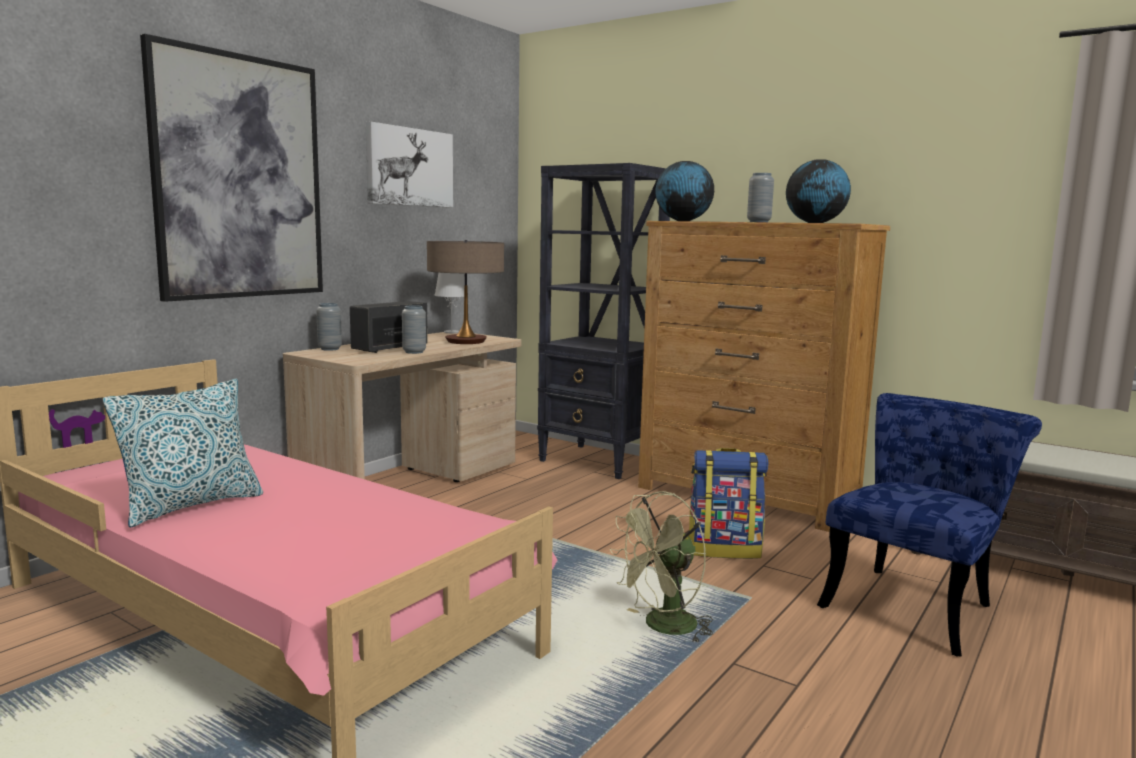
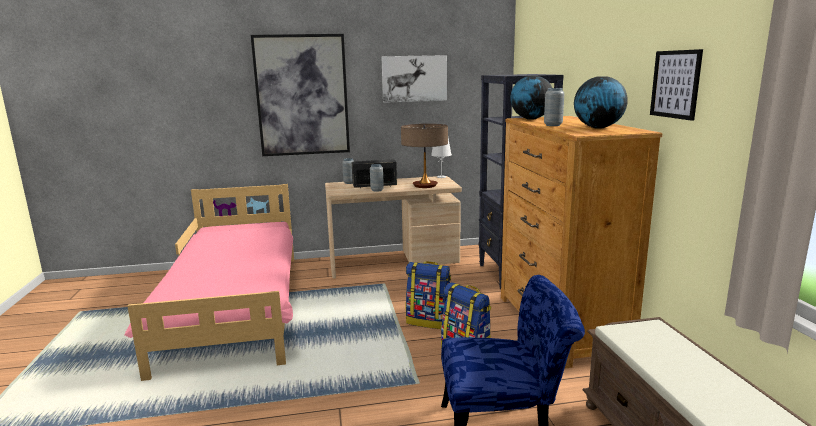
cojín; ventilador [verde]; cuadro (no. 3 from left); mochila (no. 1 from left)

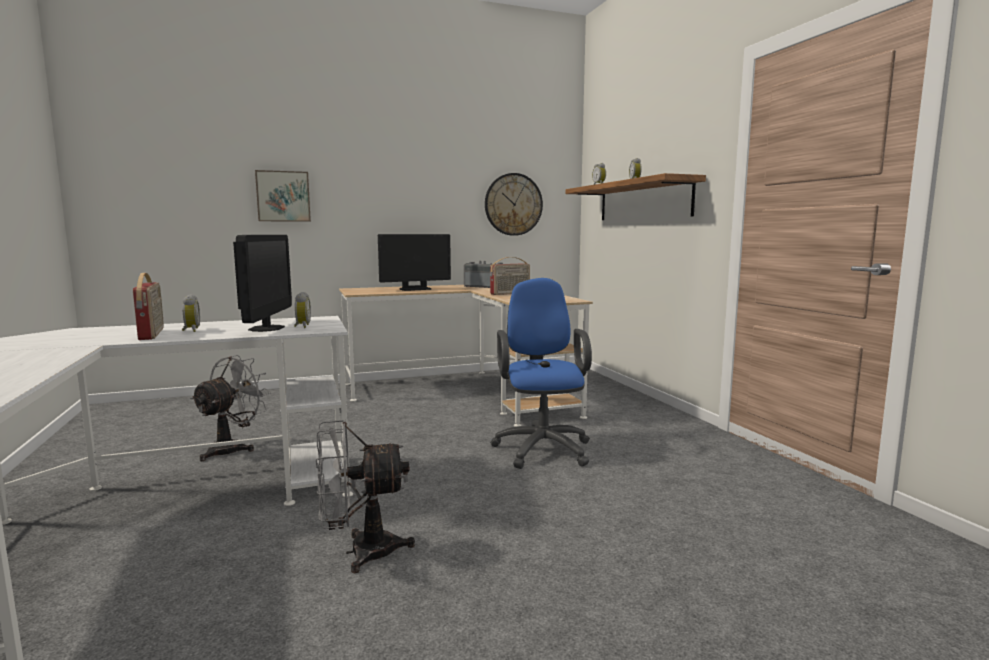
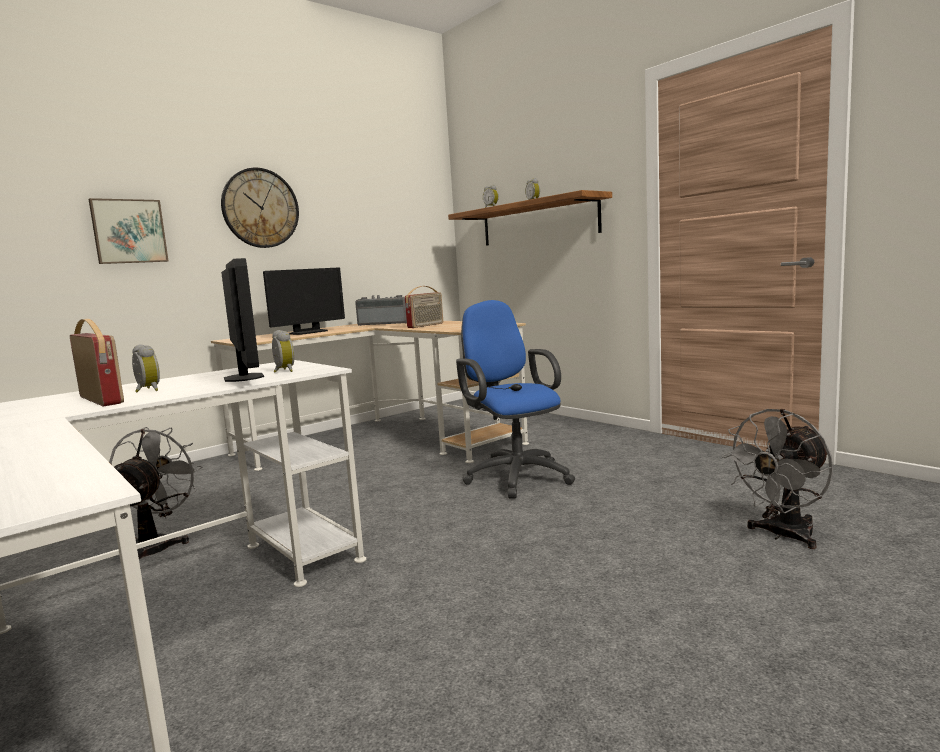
reloj de pared; ventilador [gris] (no. 2 from left)

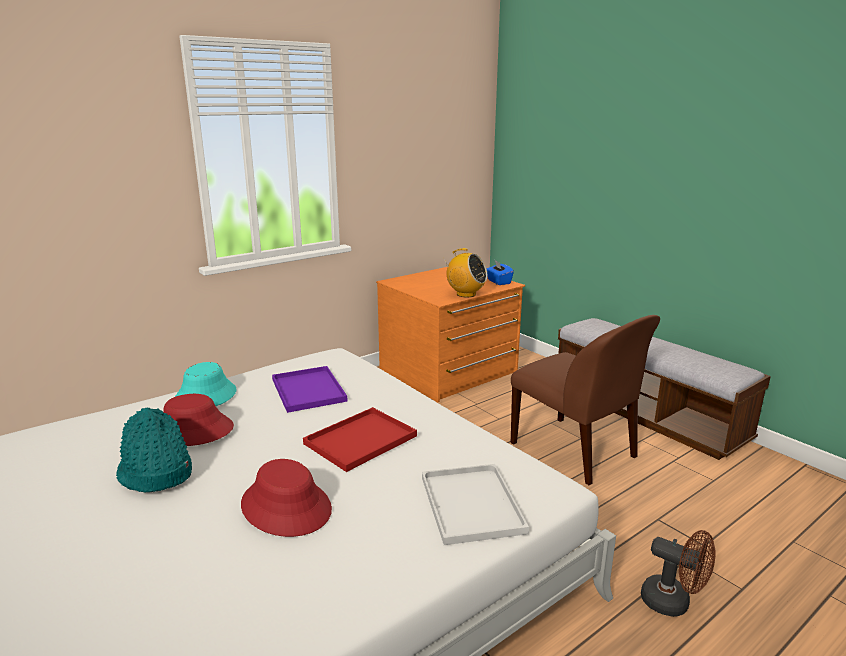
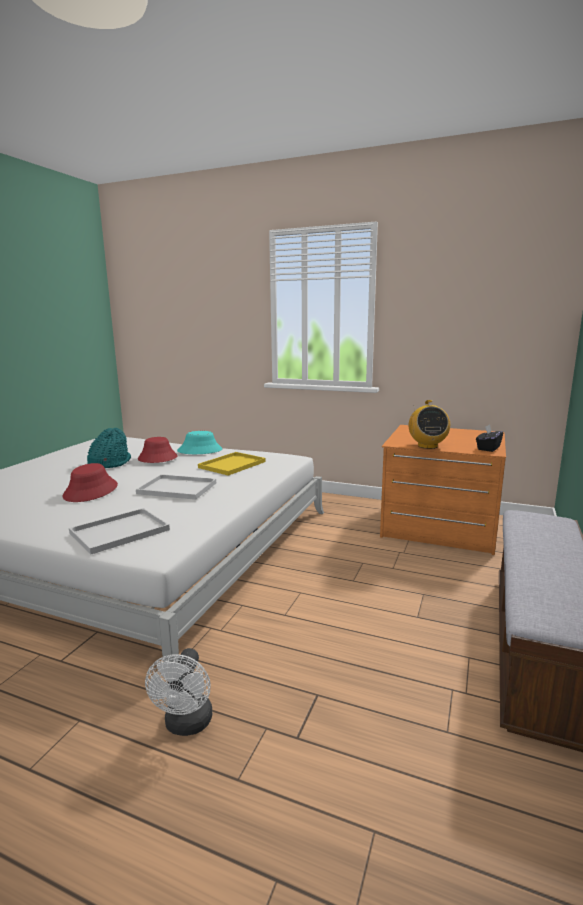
caja de pañuelos [negro]; silla [marrón]; bandeja [amarillo]; bandeja [blanco] (no. 2 from left); ventilador [blanco]

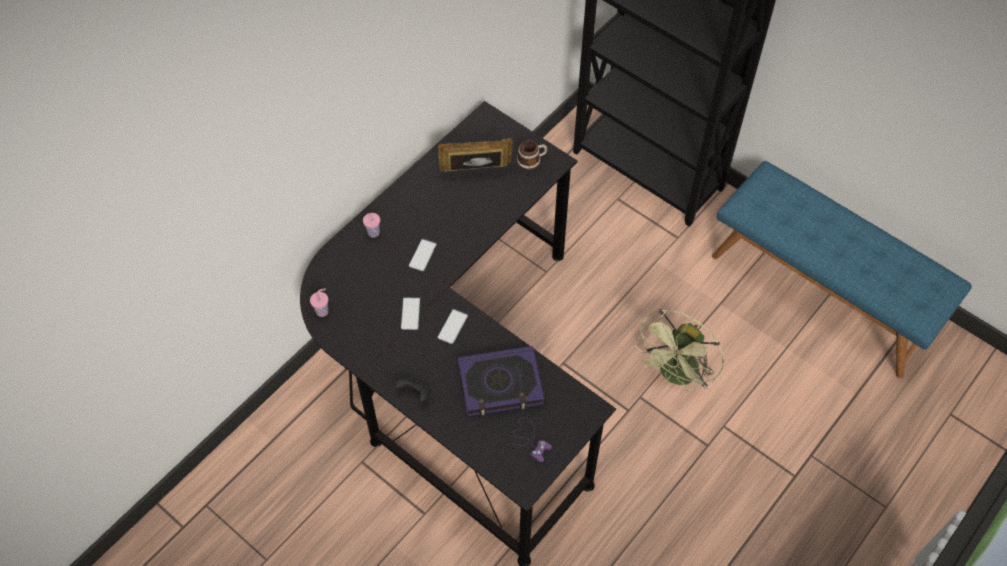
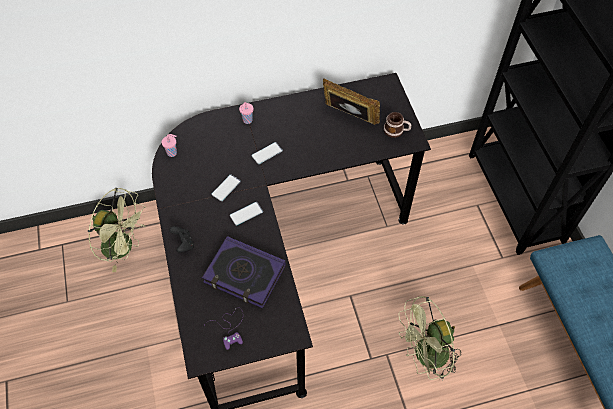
ventilador [verde] (no. 1 from left)

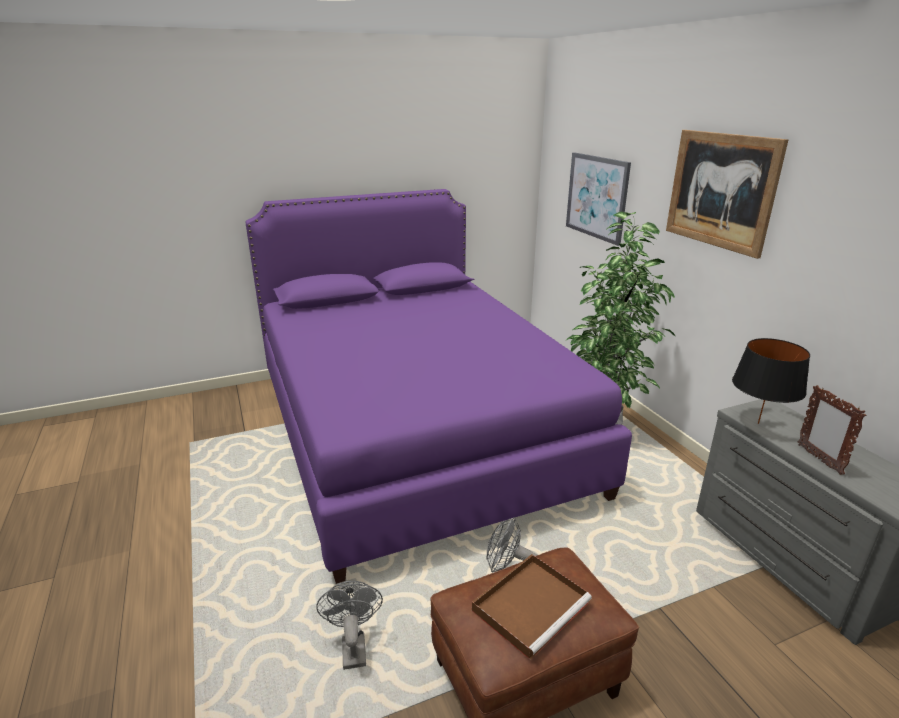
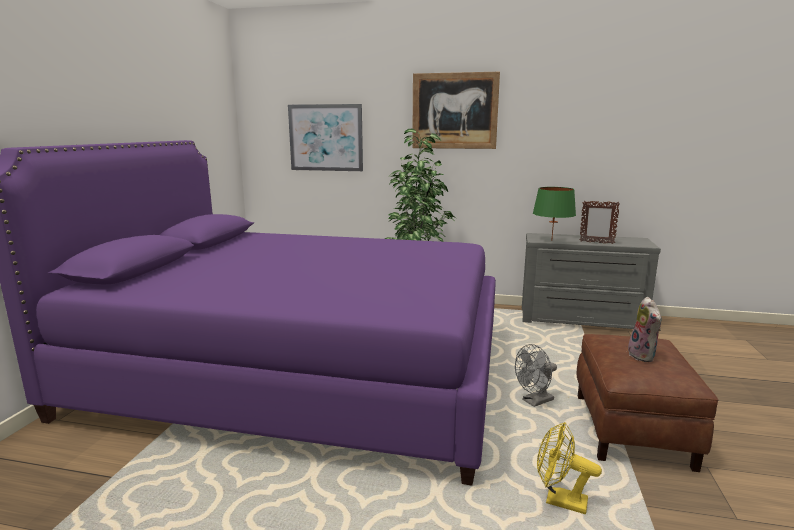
lámpara de mesa [verde]; peluche; ventilador [amarillo]

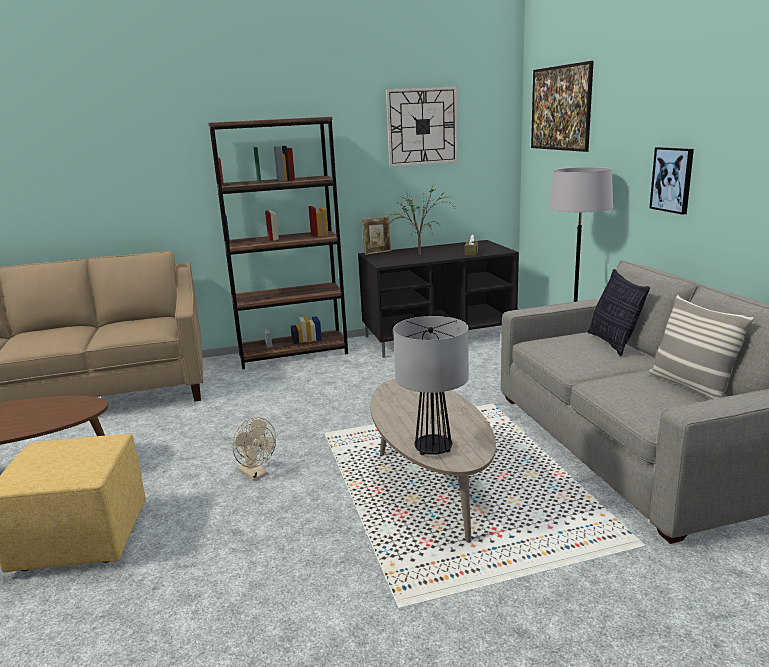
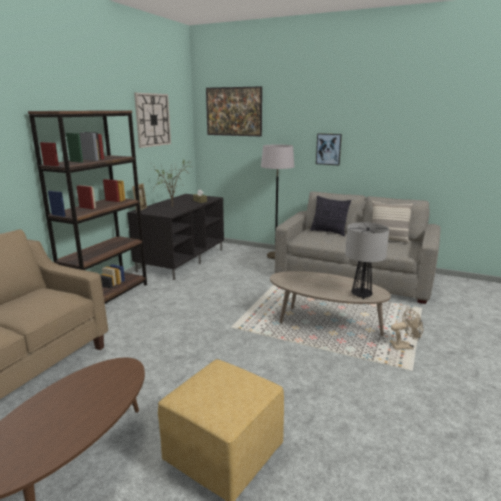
ventilador [beis]

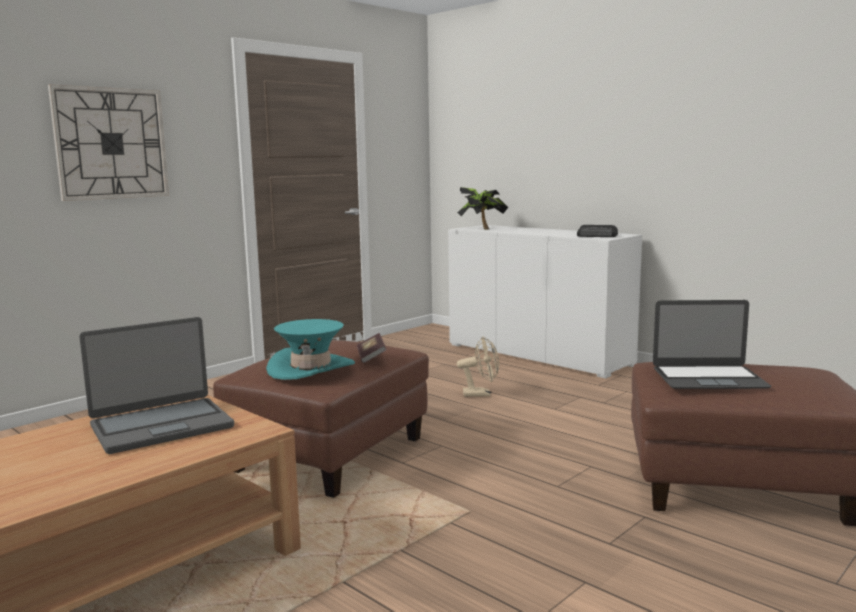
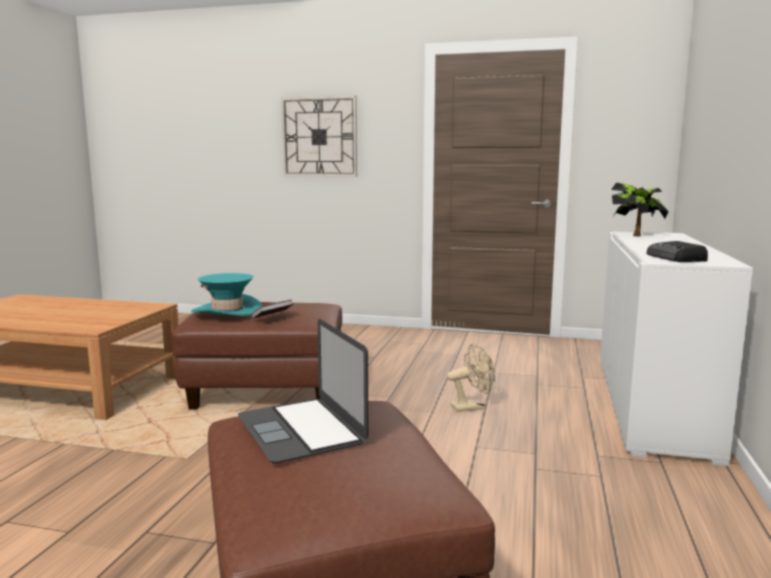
portátil (no. 1 from left in the first image); ventilador [beis]

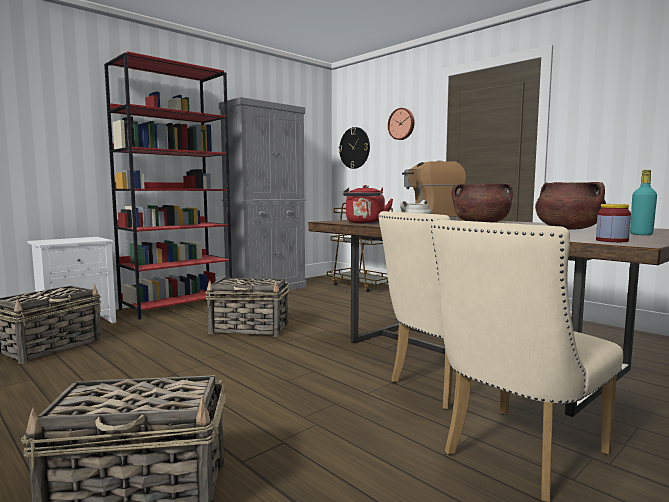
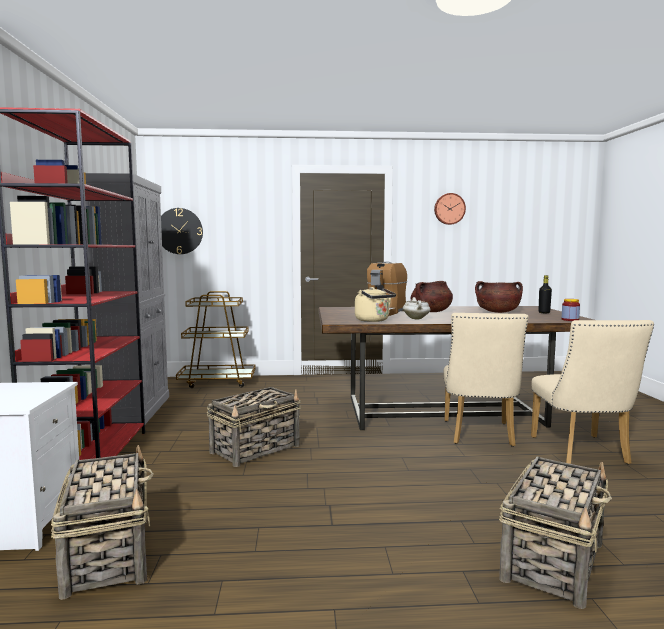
reloj de pared (no. 2 from left); botella [negro]; hervidor [beis]

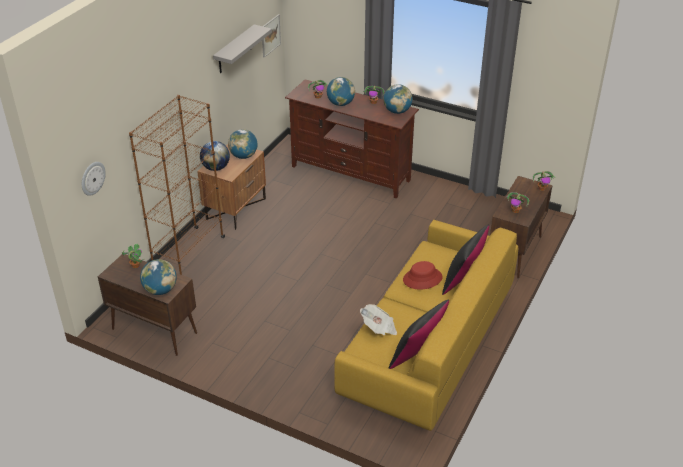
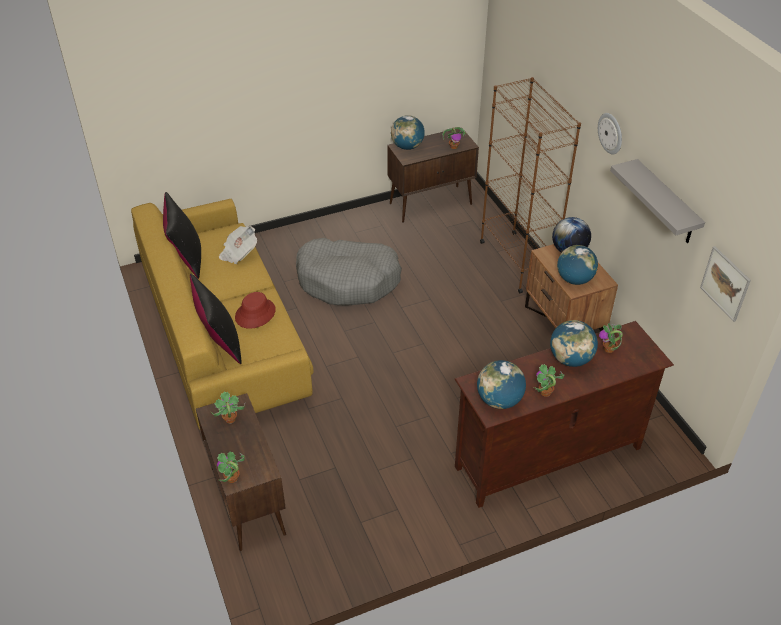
reloj de pared; cama para perro [gris]

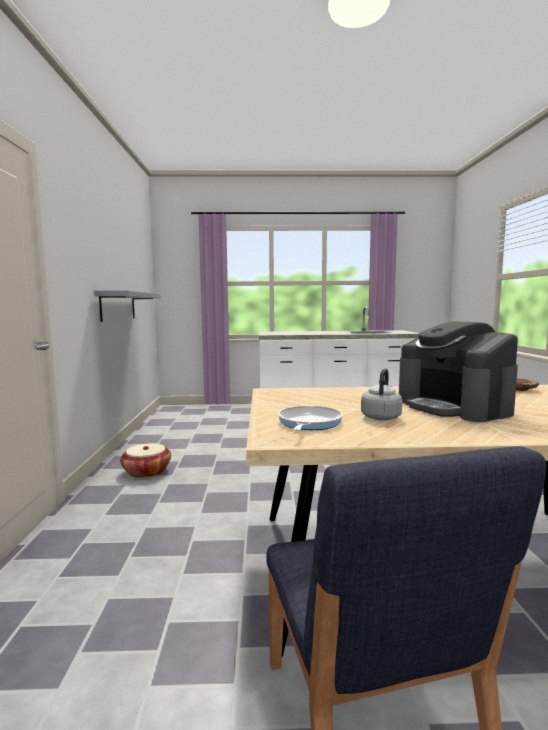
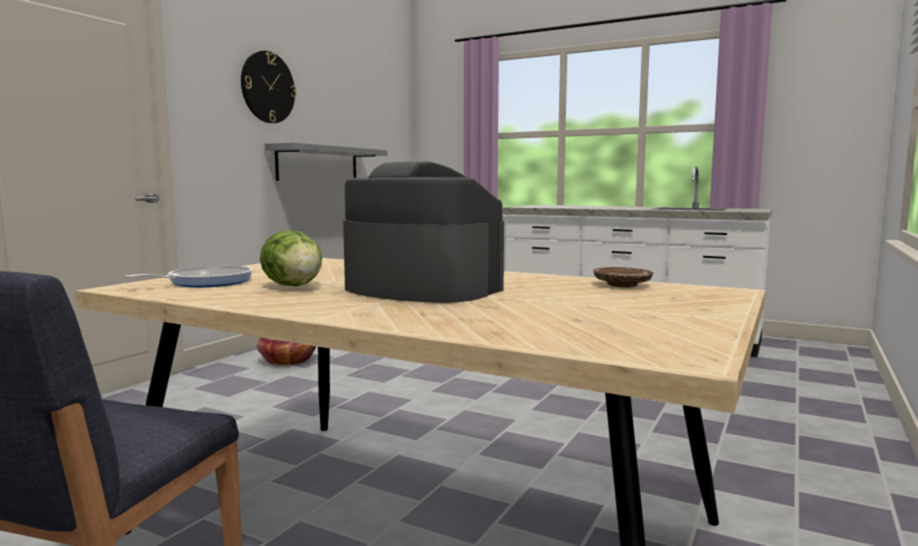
cafetera; lechuga; reloj de pared

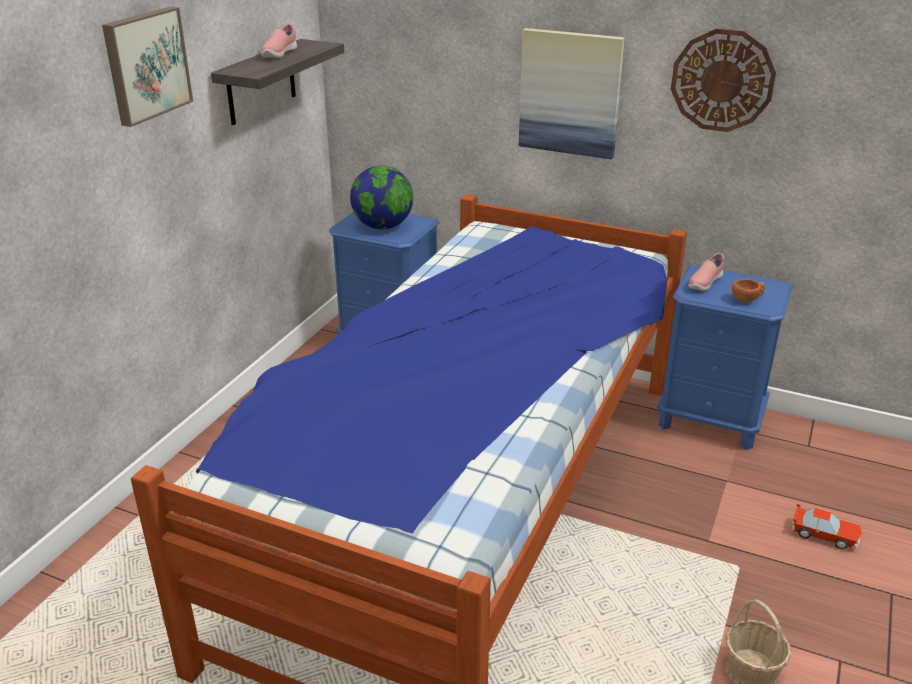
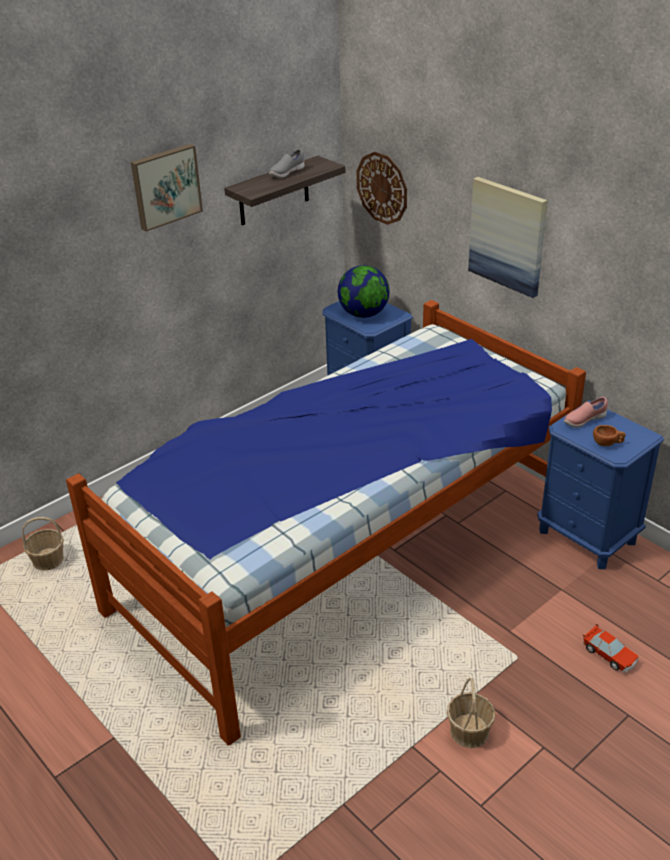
zapato [gris]; reloj de pared; cesta (no. 1 from left)

